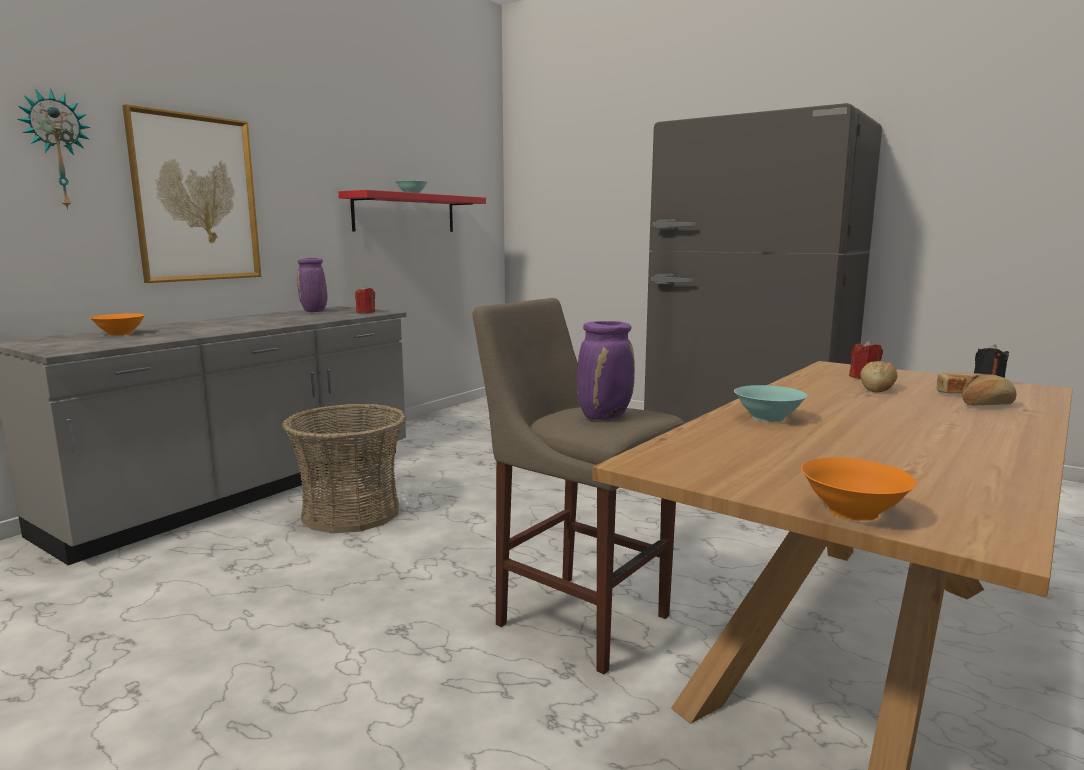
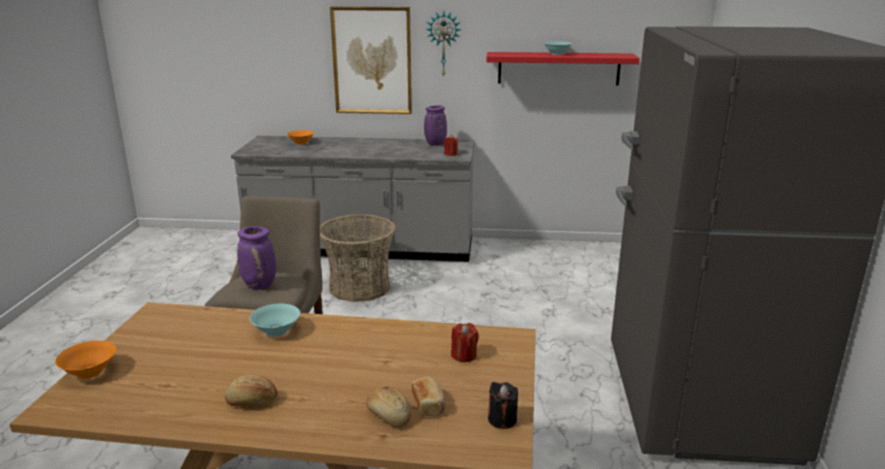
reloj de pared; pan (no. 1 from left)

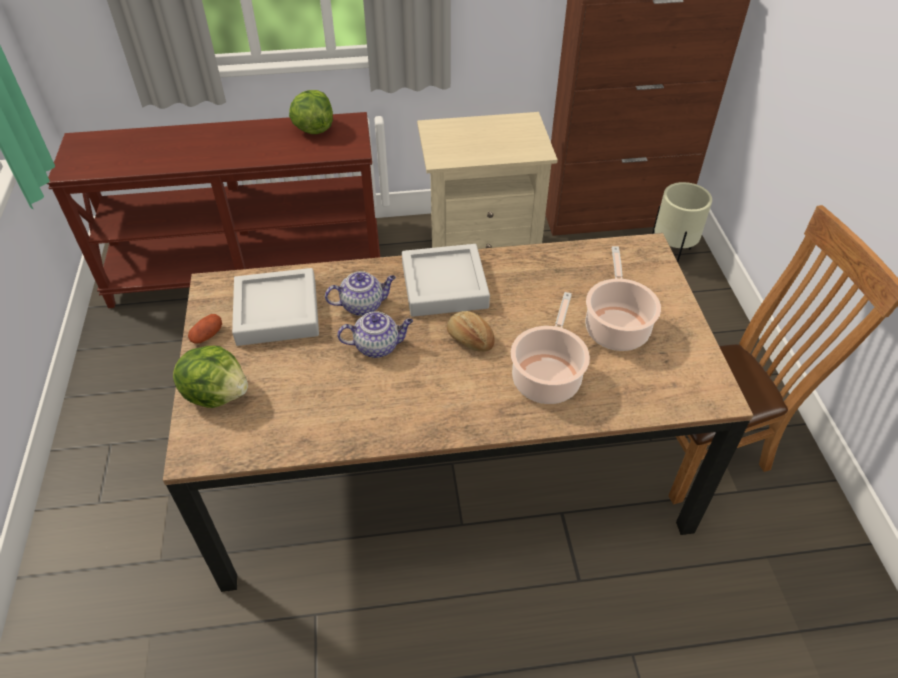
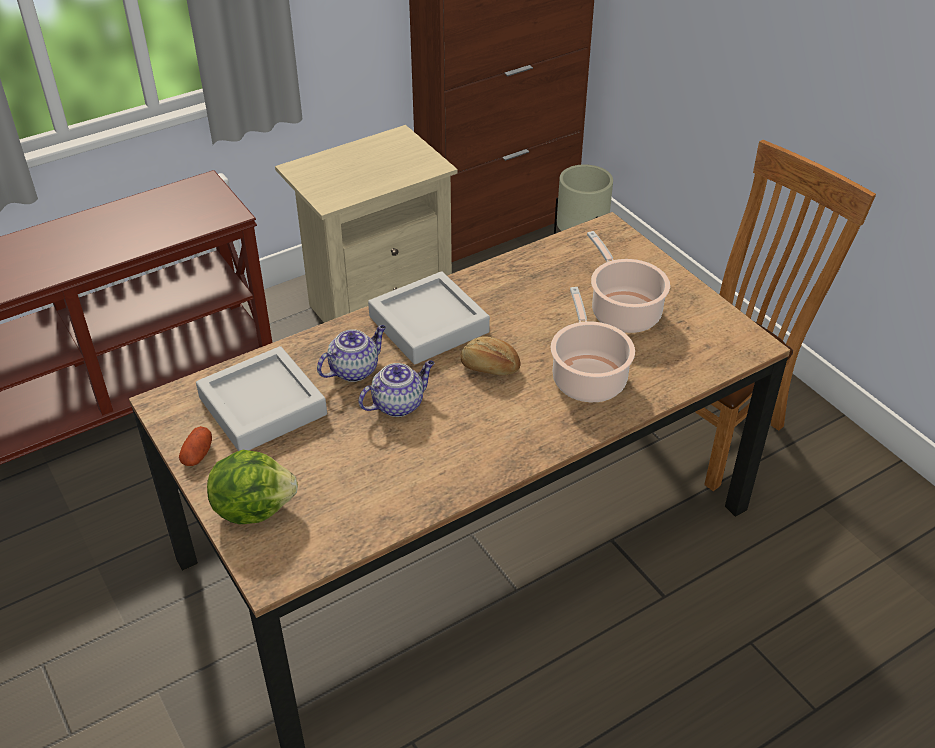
lechuga (no. 2 from left in the first image)

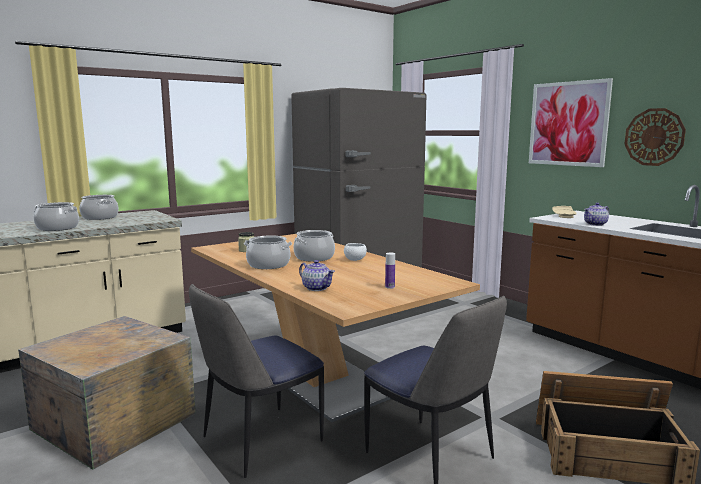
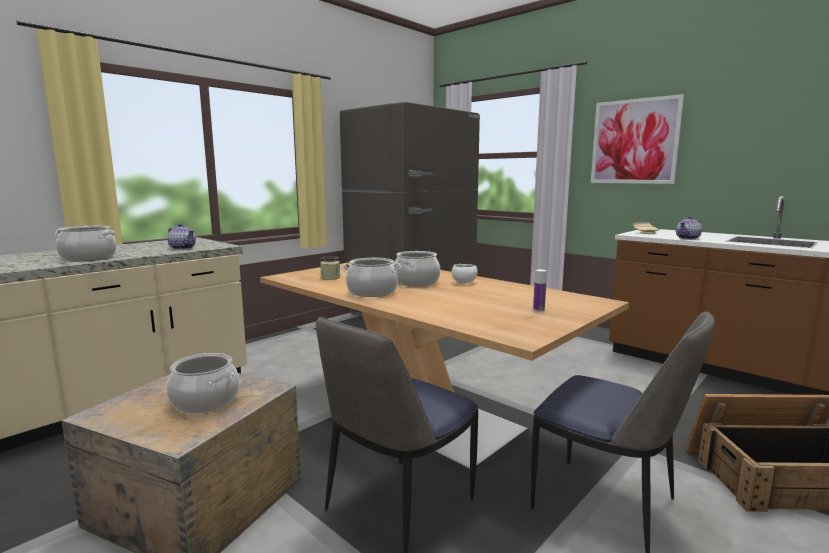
reloj de pared; olla (no. 2 from left); tetera (no. 1 from left)

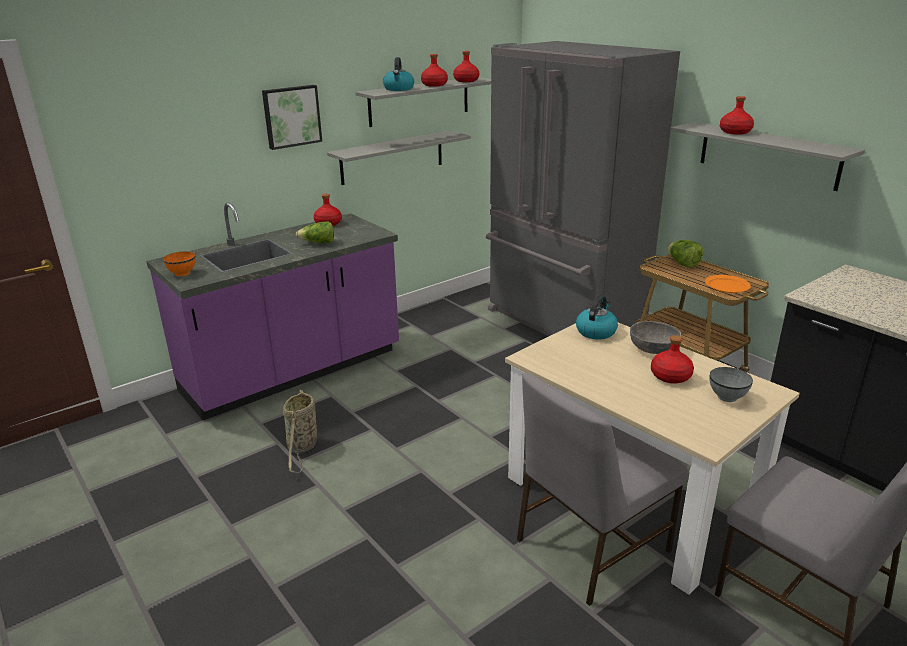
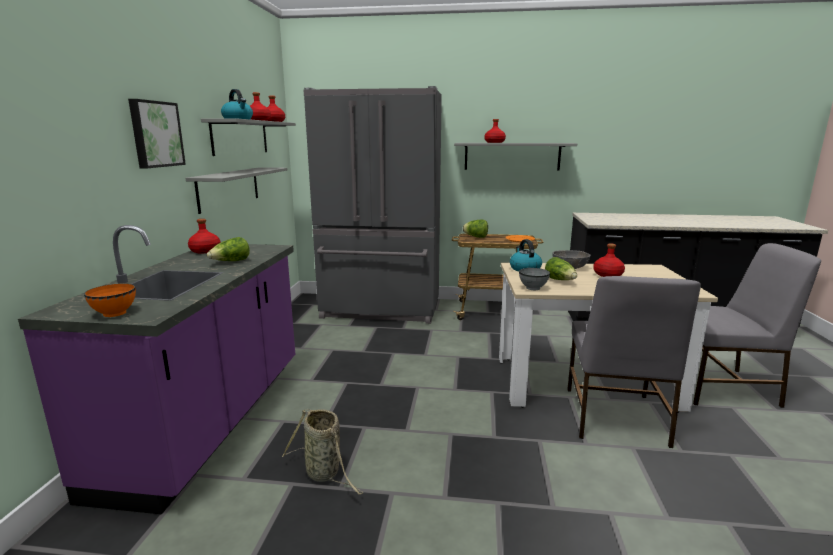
cuenco [gris] (no. 1 from left); lechuga (no. 3 from left)

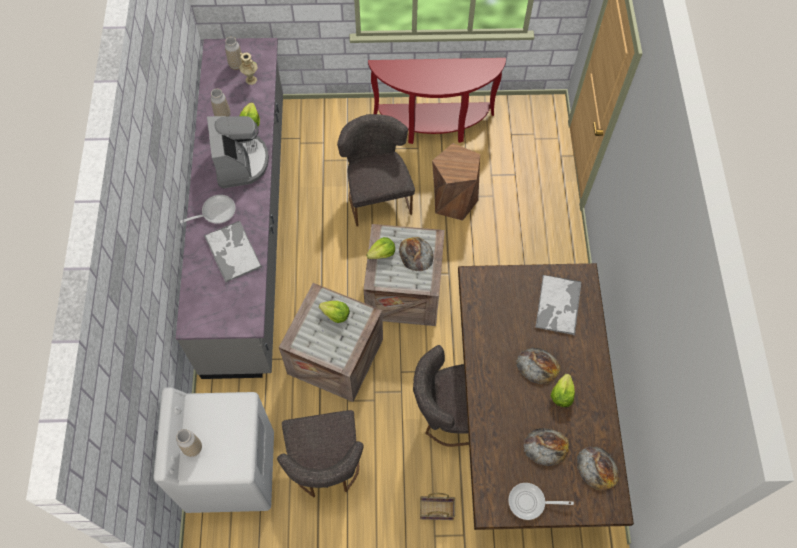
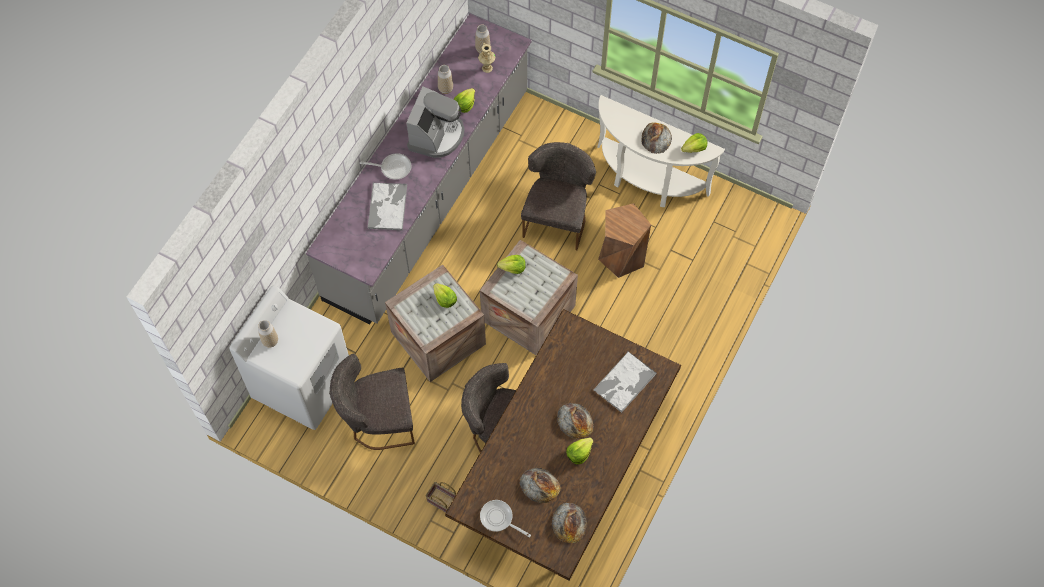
mesa consola [blanco]; pan (no. 4 from left); silla [gris] (no. 1 from left); lechuga (no. 5 from left)

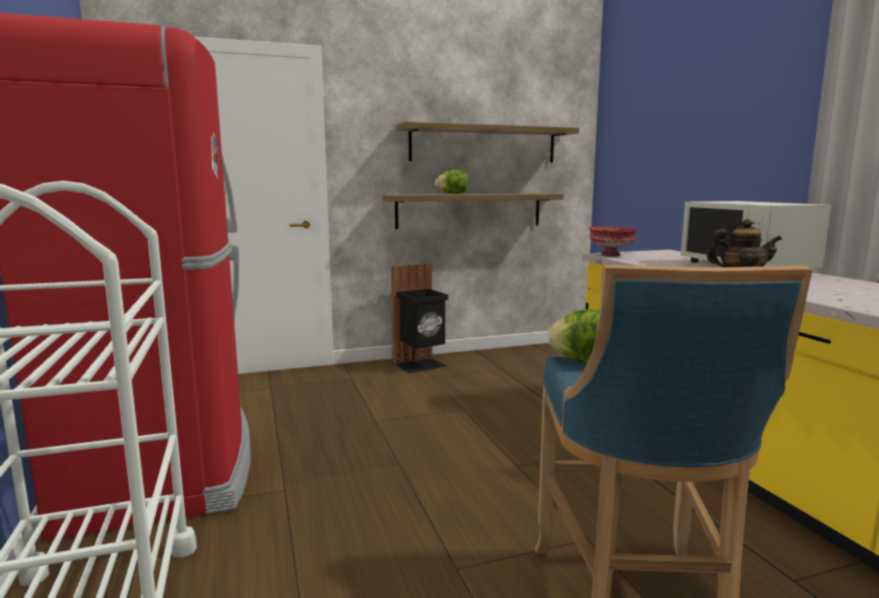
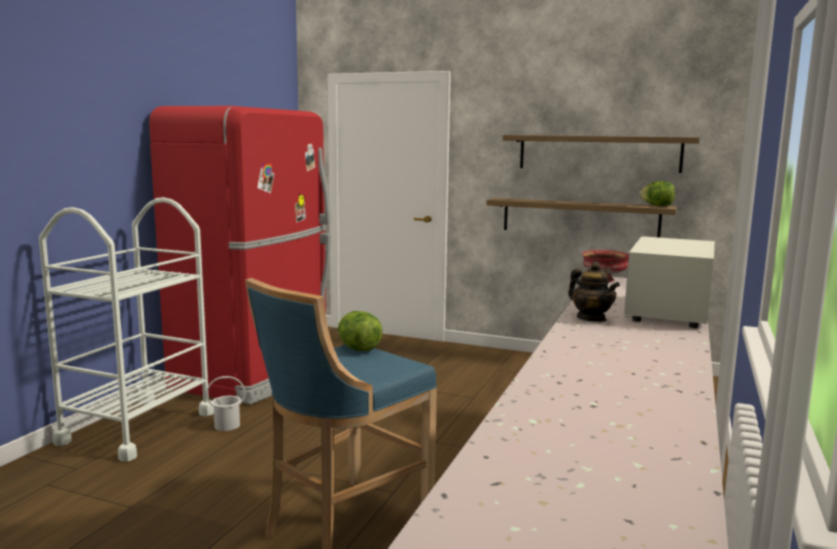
lechuga (no. 2 from left); papelera [negro]; cubo [blanco]

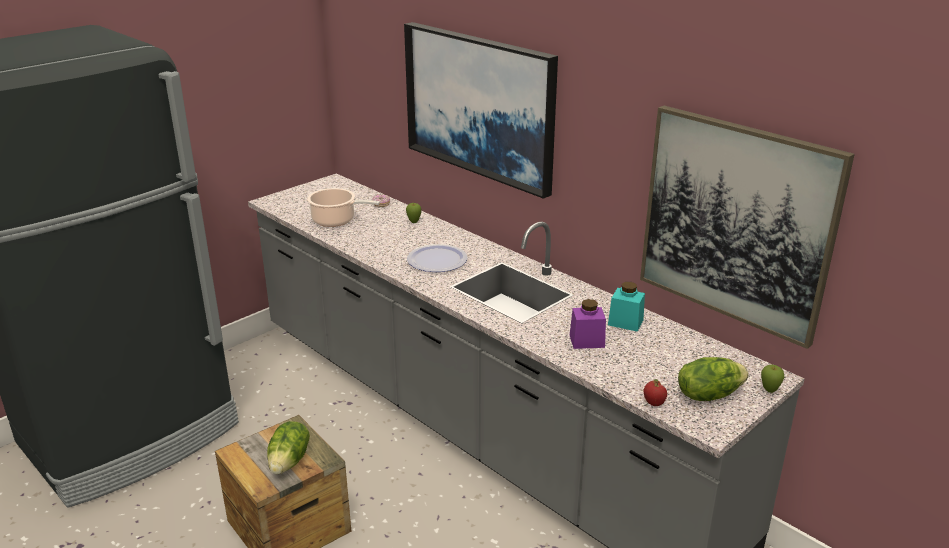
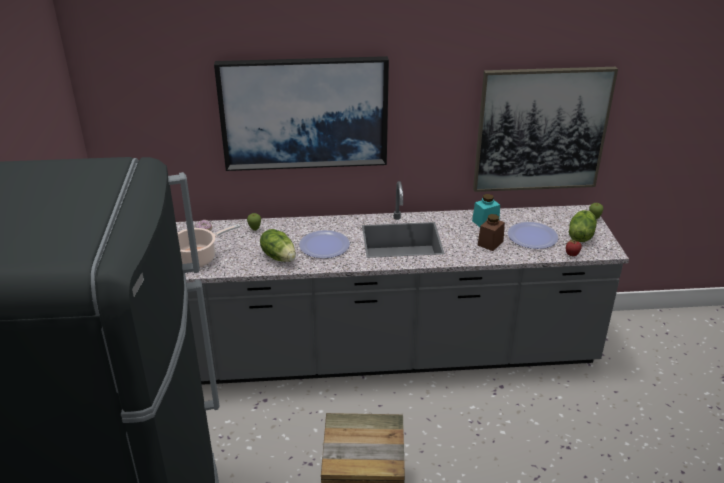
tarro [marrón]; lechuga (no. 1 from left); plato (no. 2 from left)

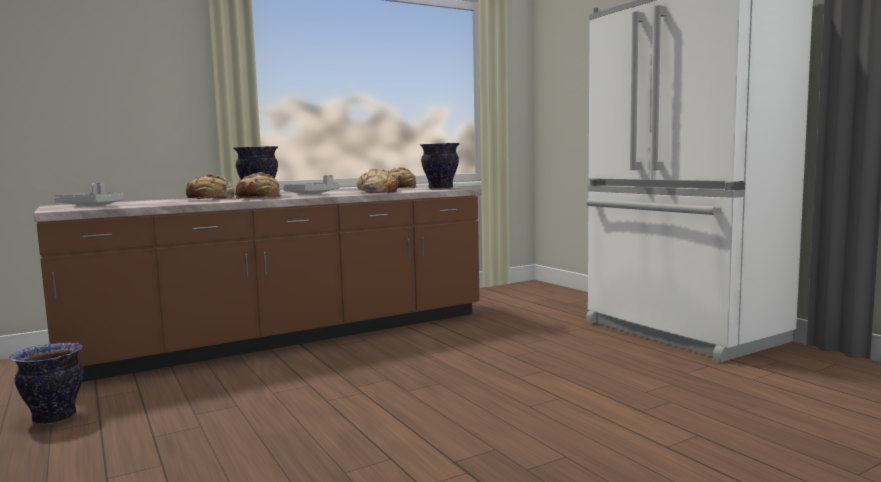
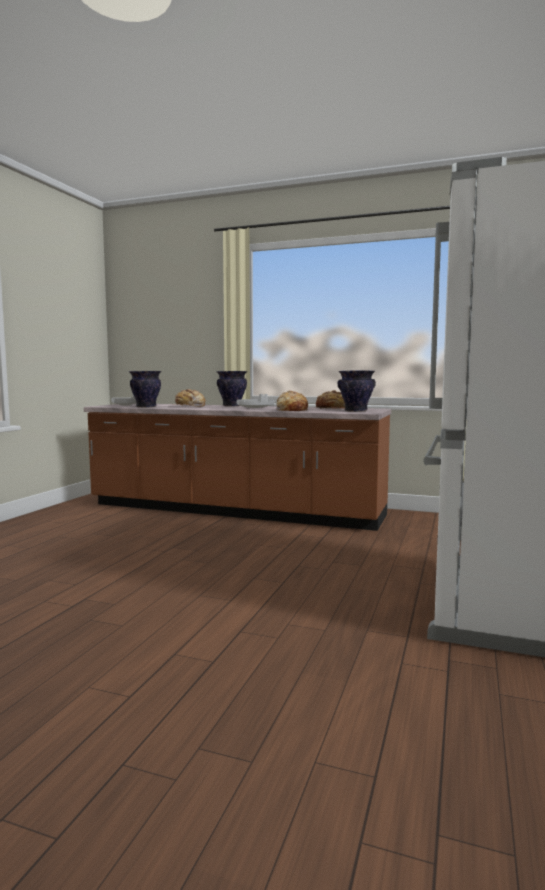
pan (no. 2 from left in the first image); florero (no. 1 from left)

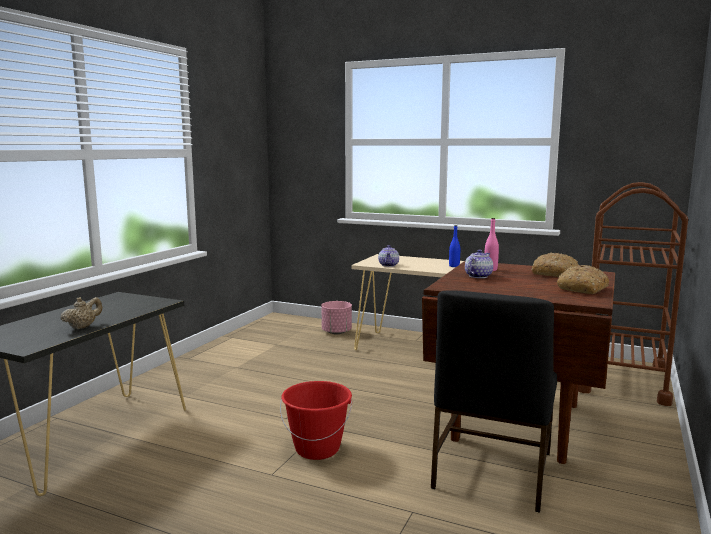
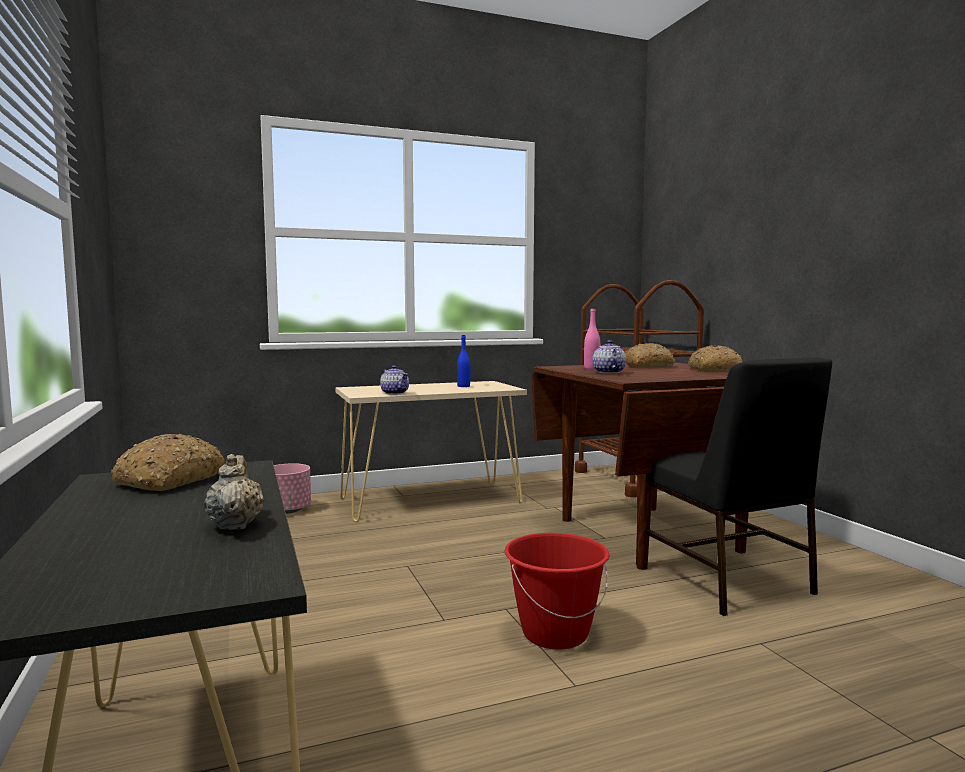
pan (no. 1 from left)

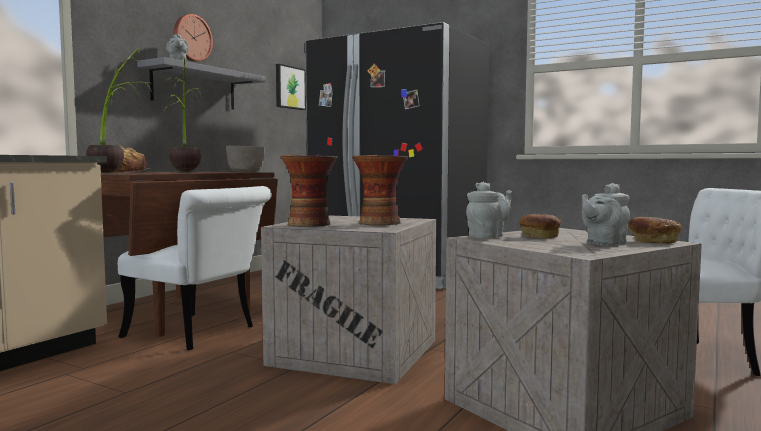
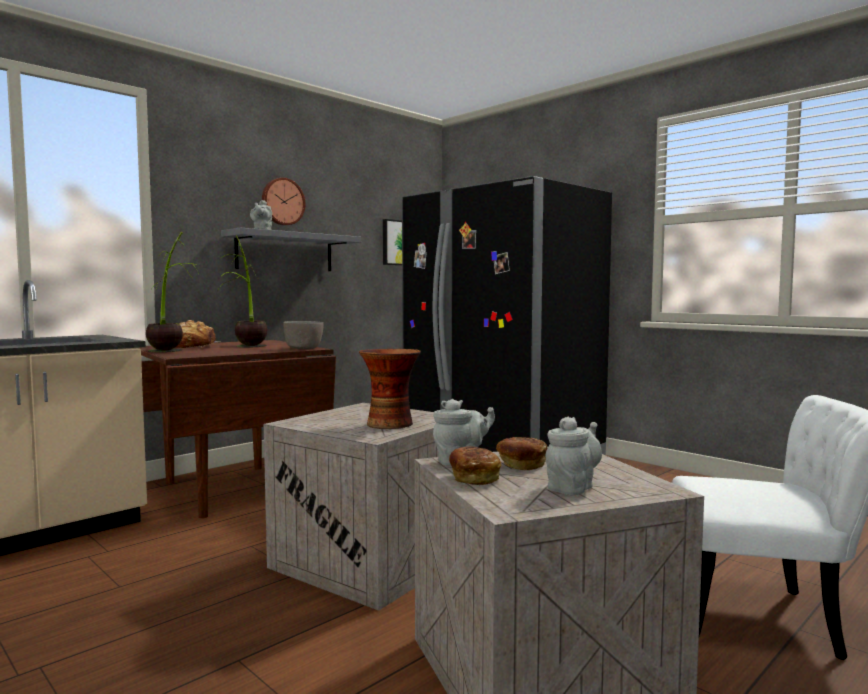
florero (no. 1 from left in the first image); tetera [gris] (no. 3 from left); silla [blanco] (no. 1 from left in the first image); pan (no. 2 from left)

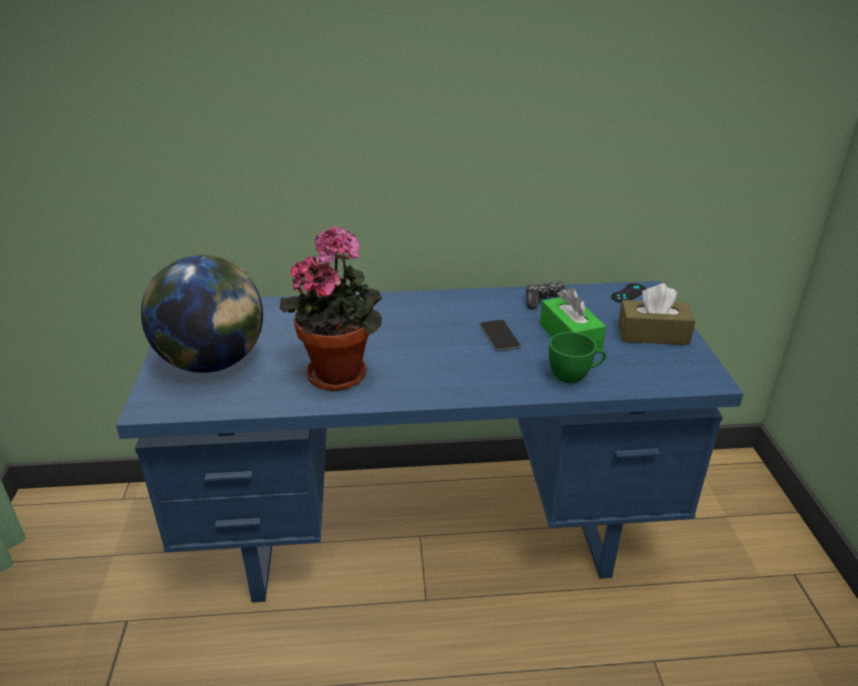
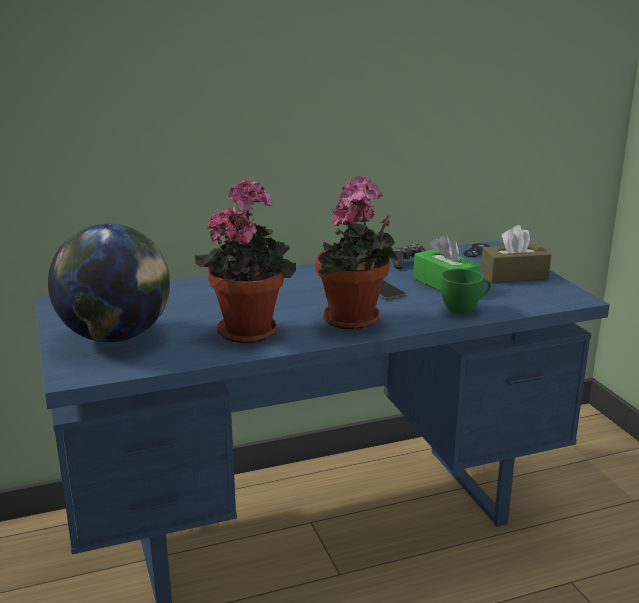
planta en maceta (no. 2 from left)

